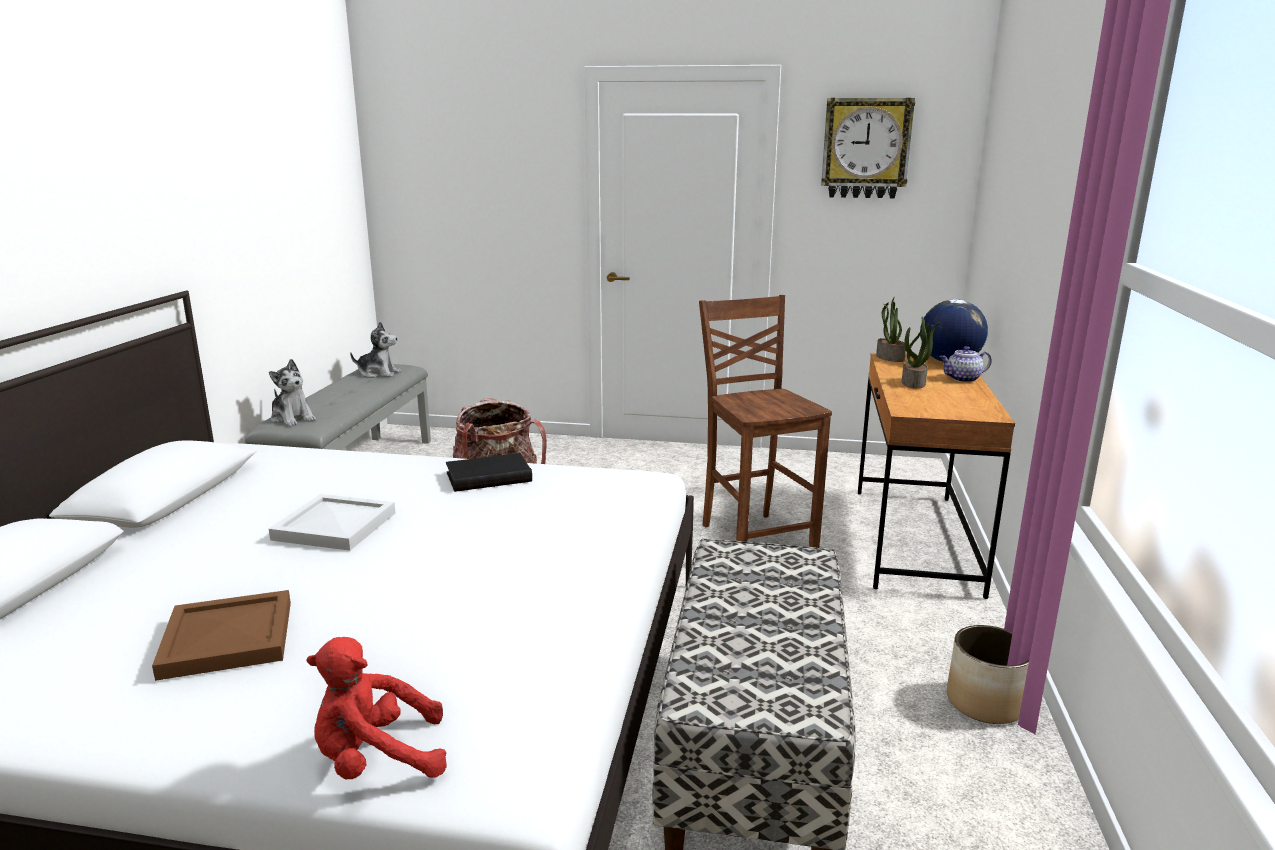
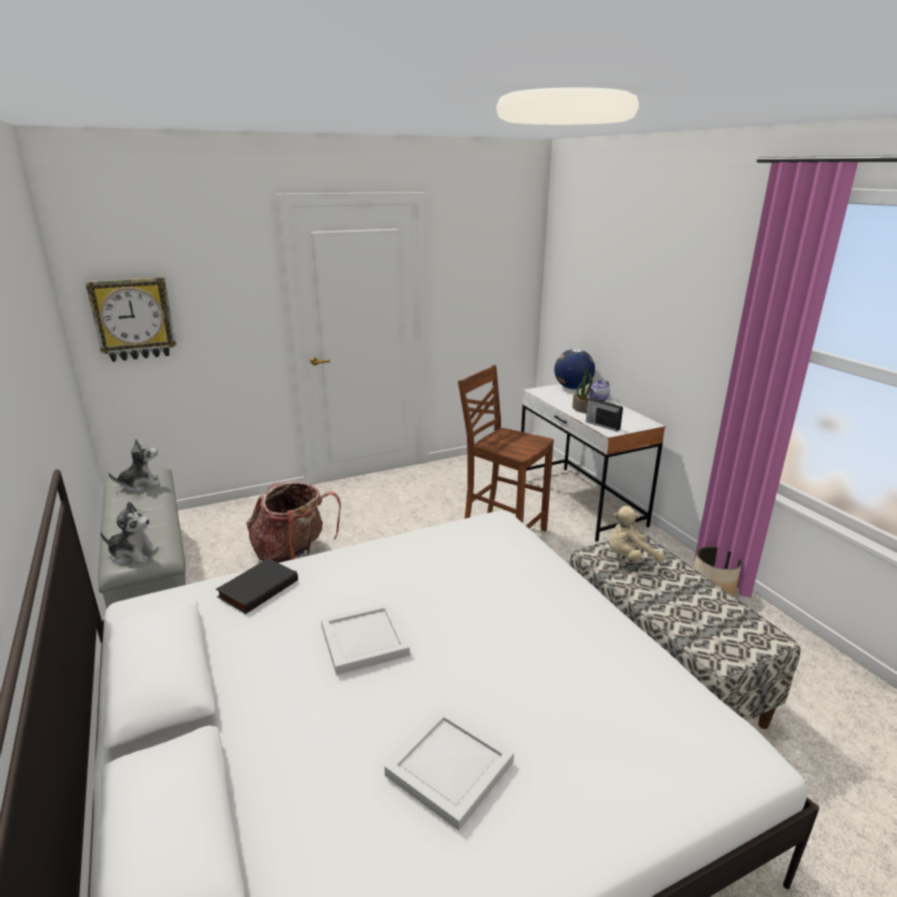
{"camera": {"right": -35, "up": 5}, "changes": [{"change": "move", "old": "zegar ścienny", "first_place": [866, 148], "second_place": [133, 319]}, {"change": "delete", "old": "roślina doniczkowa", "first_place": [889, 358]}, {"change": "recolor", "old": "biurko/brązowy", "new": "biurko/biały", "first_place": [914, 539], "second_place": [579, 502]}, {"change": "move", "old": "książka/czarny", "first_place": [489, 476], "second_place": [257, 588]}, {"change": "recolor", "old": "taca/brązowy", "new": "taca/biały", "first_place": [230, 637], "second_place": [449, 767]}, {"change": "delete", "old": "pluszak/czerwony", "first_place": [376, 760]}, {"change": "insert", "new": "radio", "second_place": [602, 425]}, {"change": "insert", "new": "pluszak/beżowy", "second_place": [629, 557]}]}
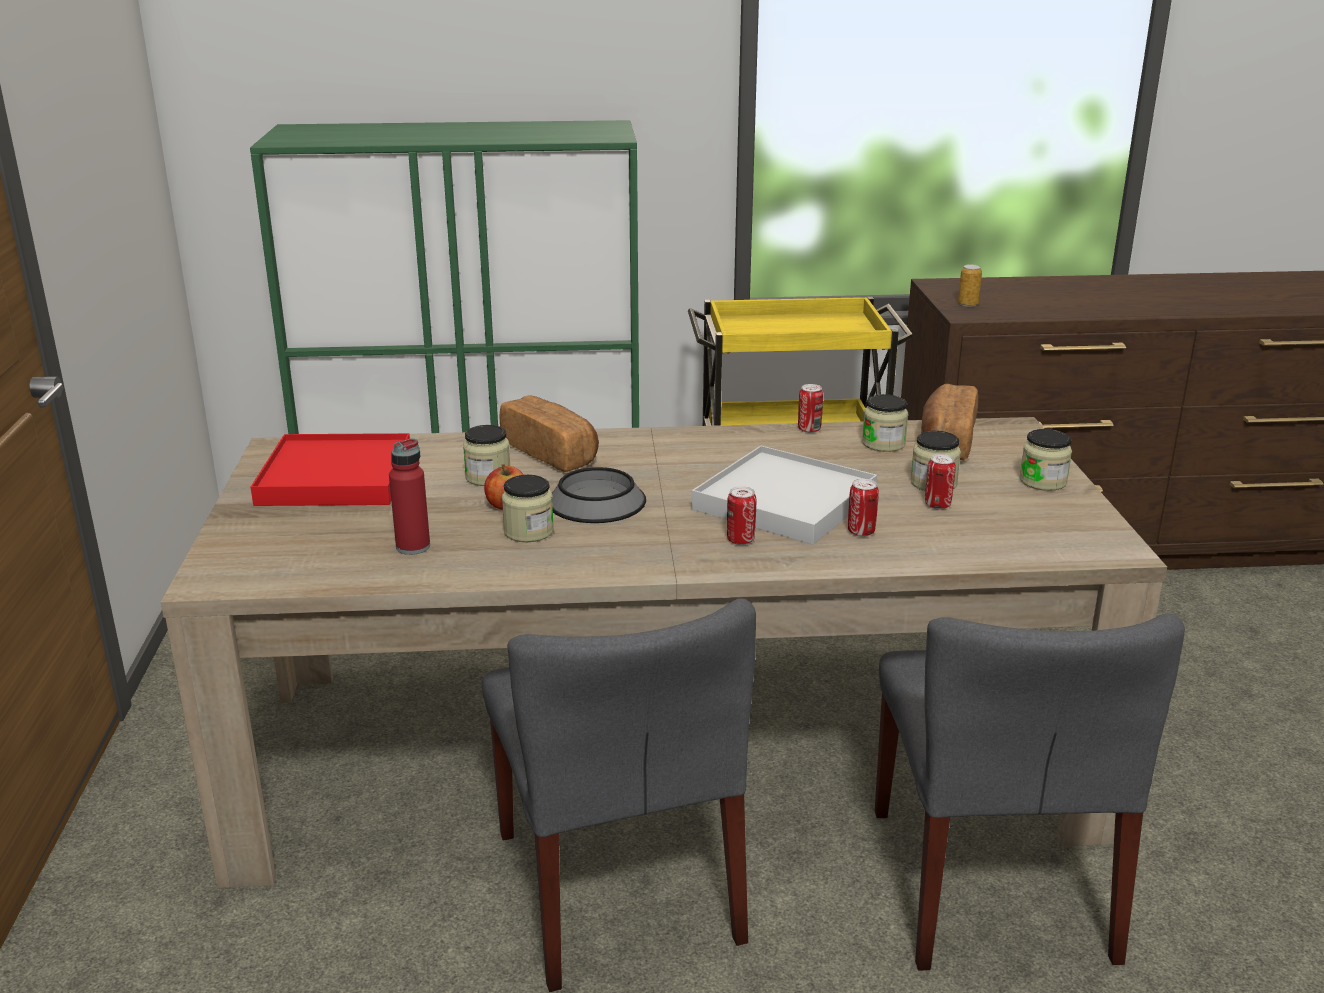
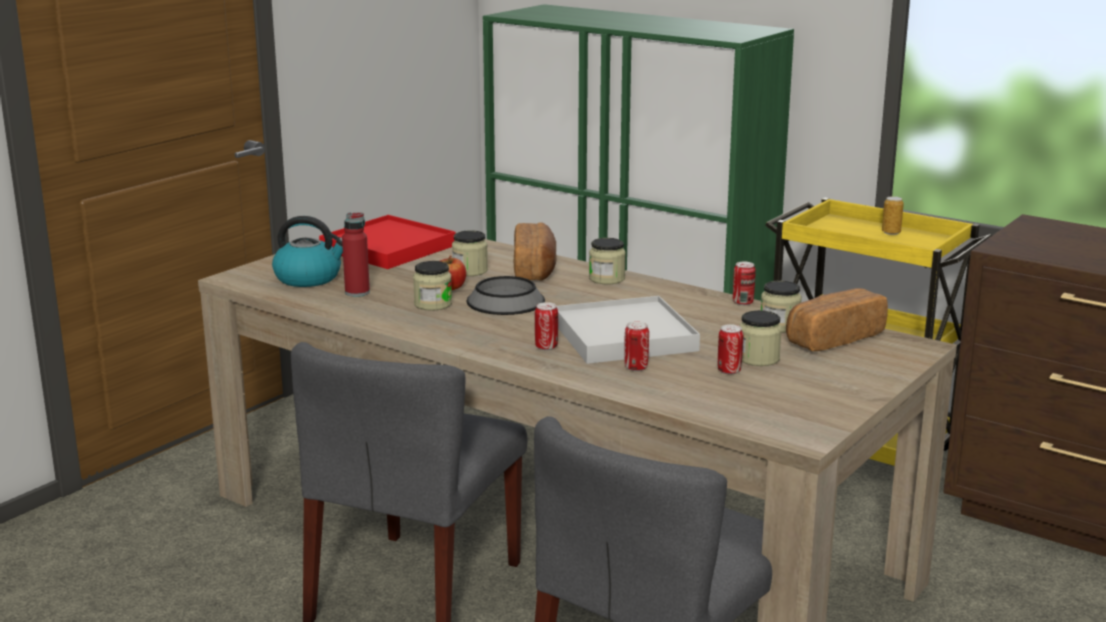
{"camera": {"right": 40, "up": -5}, "changes": [{"change": "move", "old": "puszka", "first_place": [968, 304], "second_place": [891, 232]}, {"change": "move", "old": "słoik", "first_place": [1043, 481], "second_place": [607, 279]}, {"change": "insert", "new": "czajnik", "second_place": [309, 278]}]}
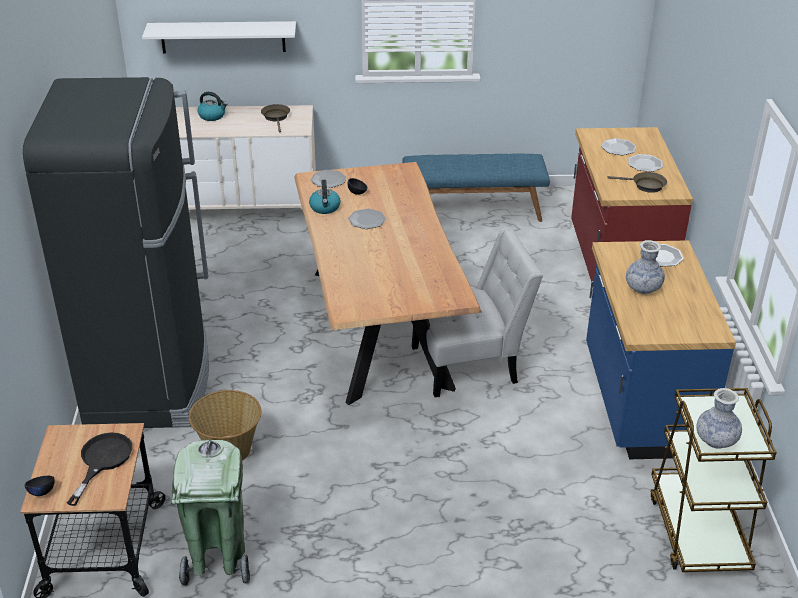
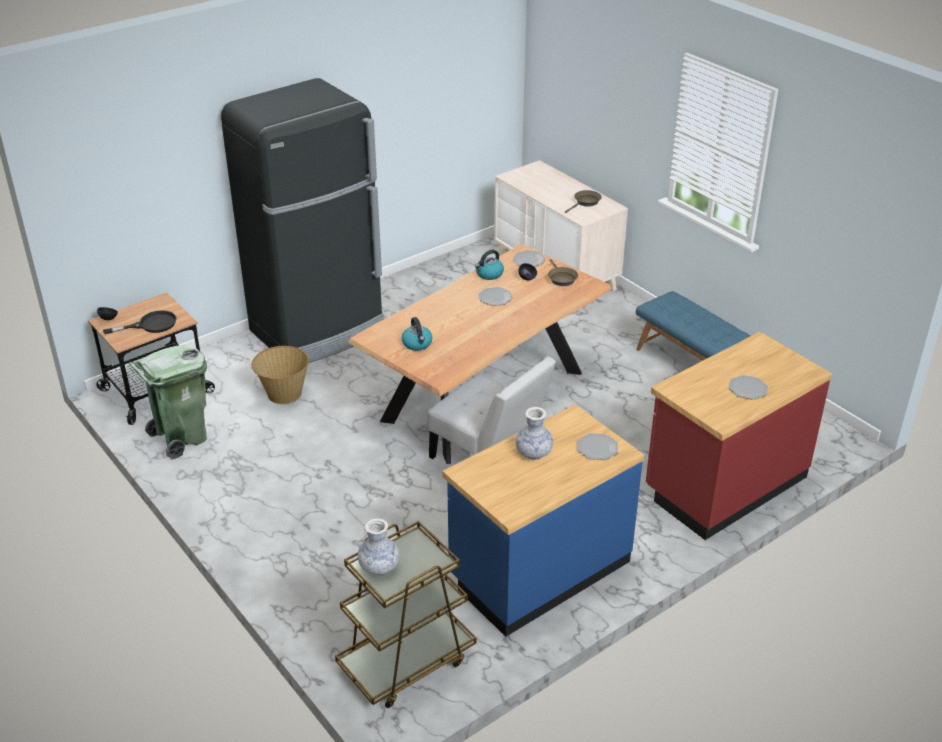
{"camera": {"right": 55, "up": 0}, "changes": [{"change": "delete", "old": "półka/biały", "first_place": [223, 37]}, {"change": "move", "old": "czajnik", "first_place": [212, 116], "second_place": [417, 344]}, {"change": "delete", "old": "talerz", "first_place": [618, 148]}, {"change": "move", "old": "patelnia/brązowy", "first_place": [645, 186], "second_place": [561, 278]}]}
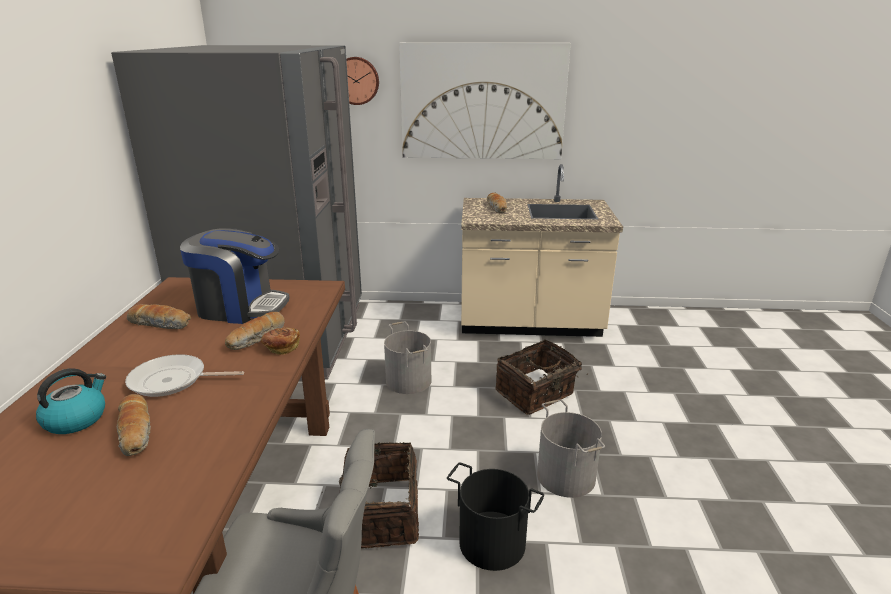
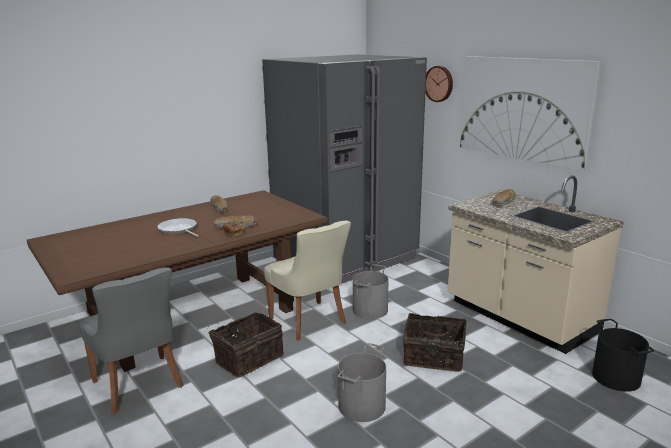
{"camera": {"right": 50, "up": -5}, "changes": [{"change": "delete", "old": "ekspres do kawy", "first_place": [240, 307]}, {"change": "delete", "old": "czajnik", "first_place": [76, 419]}, {"change": "delete", "old": "chleb", "first_place": [137, 432]}, {"change": "move", "old": "wiadro/czarny", "first_place": [492, 542], "second_place": [616, 377]}, {"change": "insert", "new": "krzesło/beżowy", "second_place": [309, 321]}]}
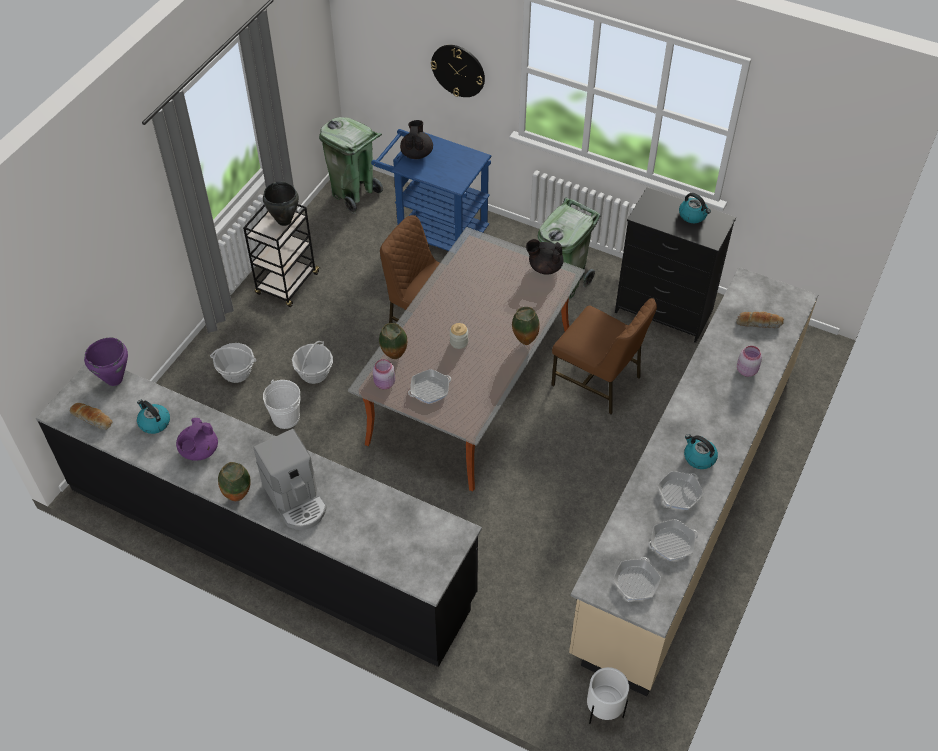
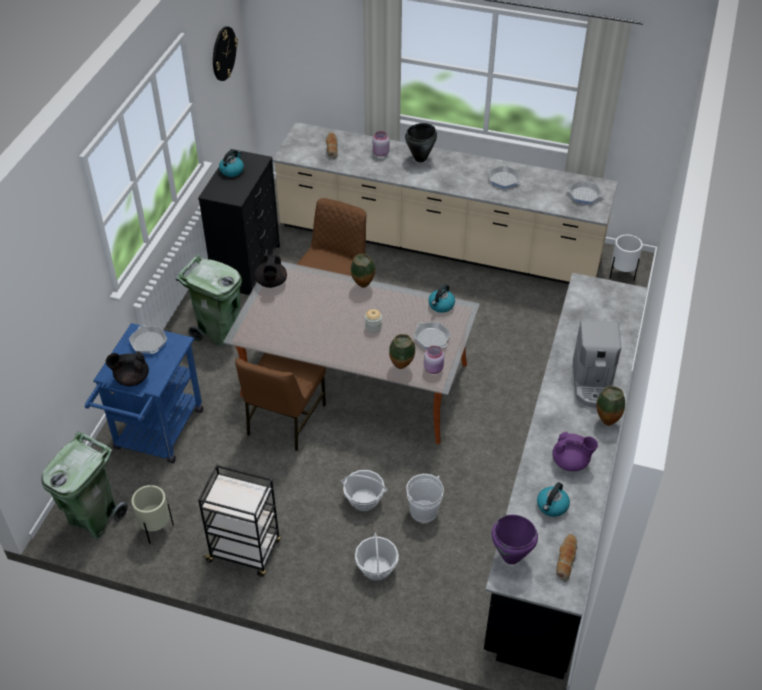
{"camera": {"right": -100, "up": -5}, "changes": [{"change": "move", "old": "zegar ścienny", "first_place": [458, 70], "second_place": [223, 53]}, {"change": "move", "old": "garnek/czarny", "first_place": [284, 221], "second_place": [420, 158]}, {"change": "rotate", "old": "ekspres do kawy", "first_place": [296, 499], "second_place": [593, 383], "degrees": 135}, {"change": "move", "old": "czajnik", "first_place": [699, 457], "second_place": [441, 305]}, {"change": "move", "old": "patelnia", "first_place": [672, 543], "second_place": [148, 342]}, {"change": "insert", "new": "donica/beżowy", "second_place": [156, 529]}]}
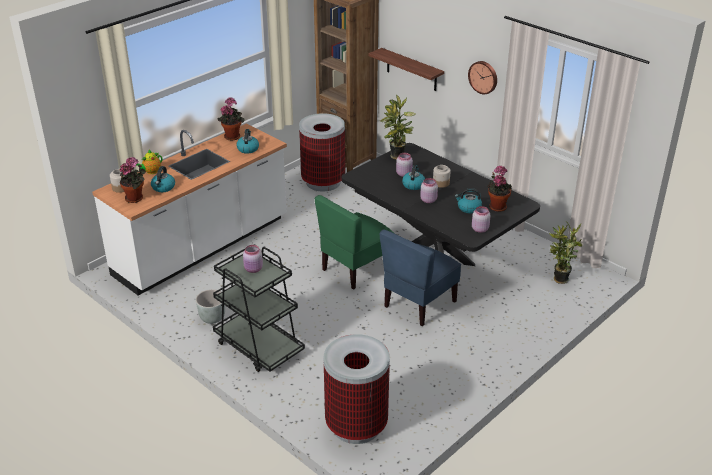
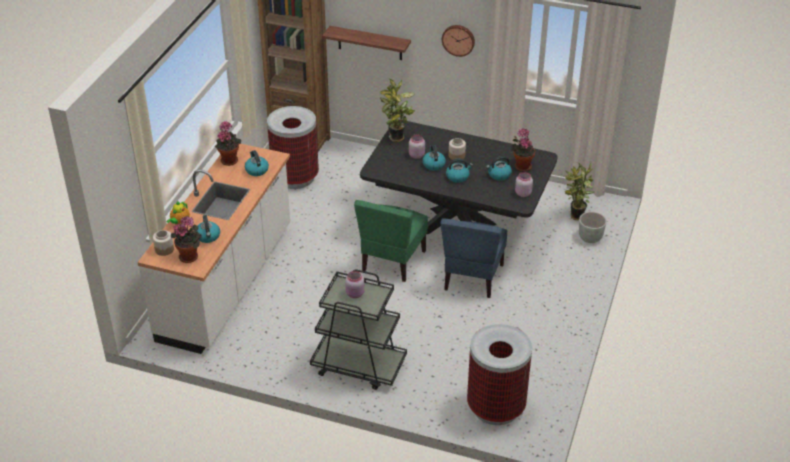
{"camera": {"right": -25, "up": 5}, "changes": [{"change": "replace", "old": "słoik/różowy", "new": "czajnik", "first_place": [428, 200], "second_place": [458, 176]}, {"change": "move", "old": "donica/szary", "first_place": [212, 318], "second_place": [589, 238]}]}
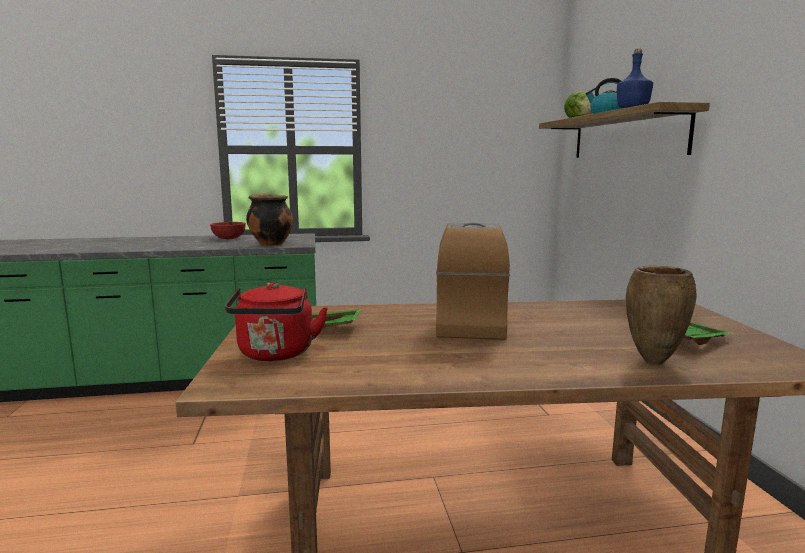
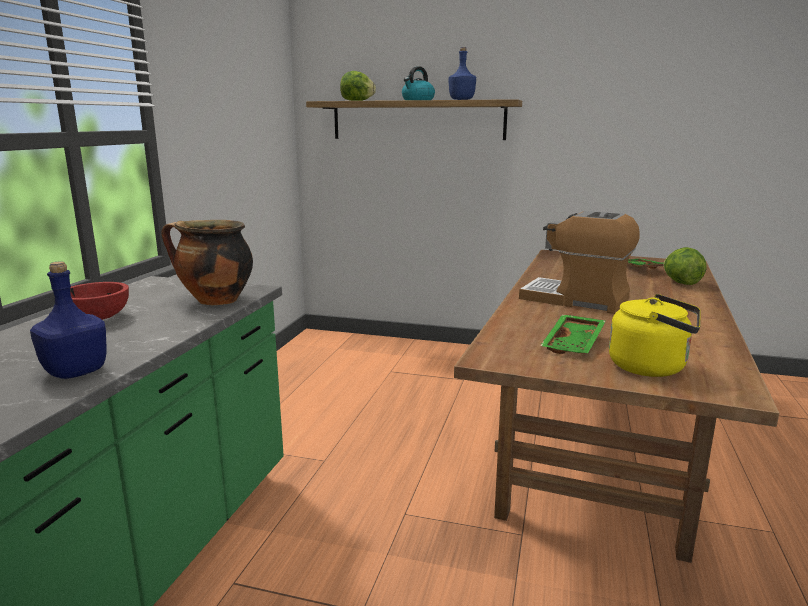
{"camera": {"right": -65, "up": 5}, "changes": [{"change": "replace", "old": "wazon/brązowy", "new": "sałata", "first_place": [651, 362], "second_place": [681, 283]}, {"change": "recolor", "old": "czajnik/czerwony", "new": "czajnik/żółty", "first_place": [276, 354], "second_place": [652, 367]}, {"change": "insert", "new": "butelka/niebieski", "second_place": [76, 372]}]}
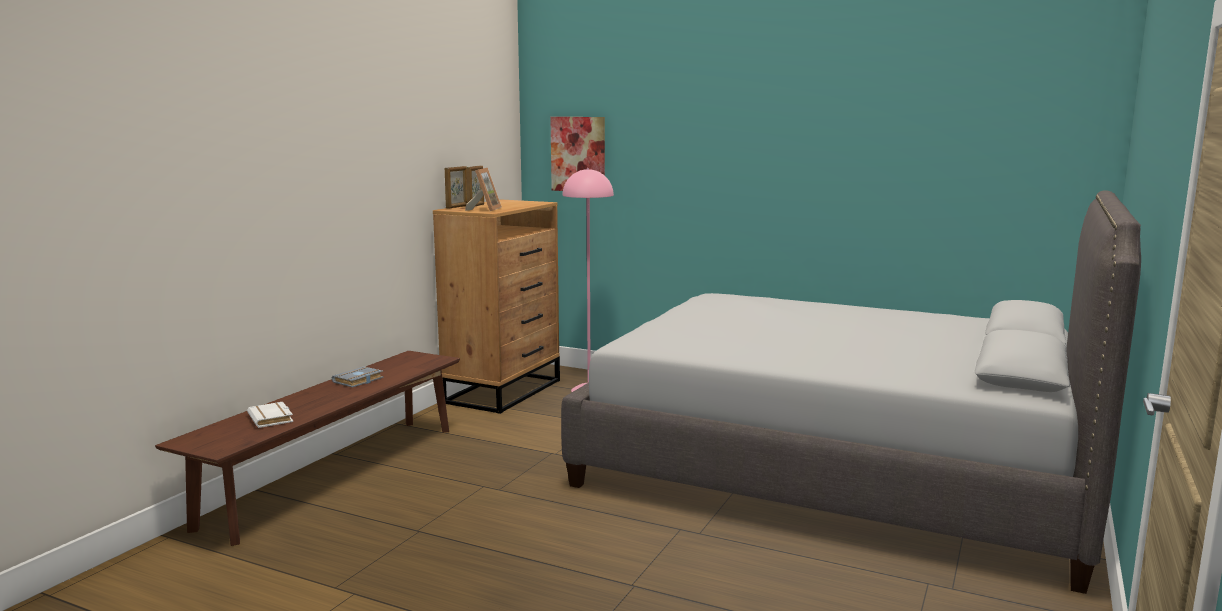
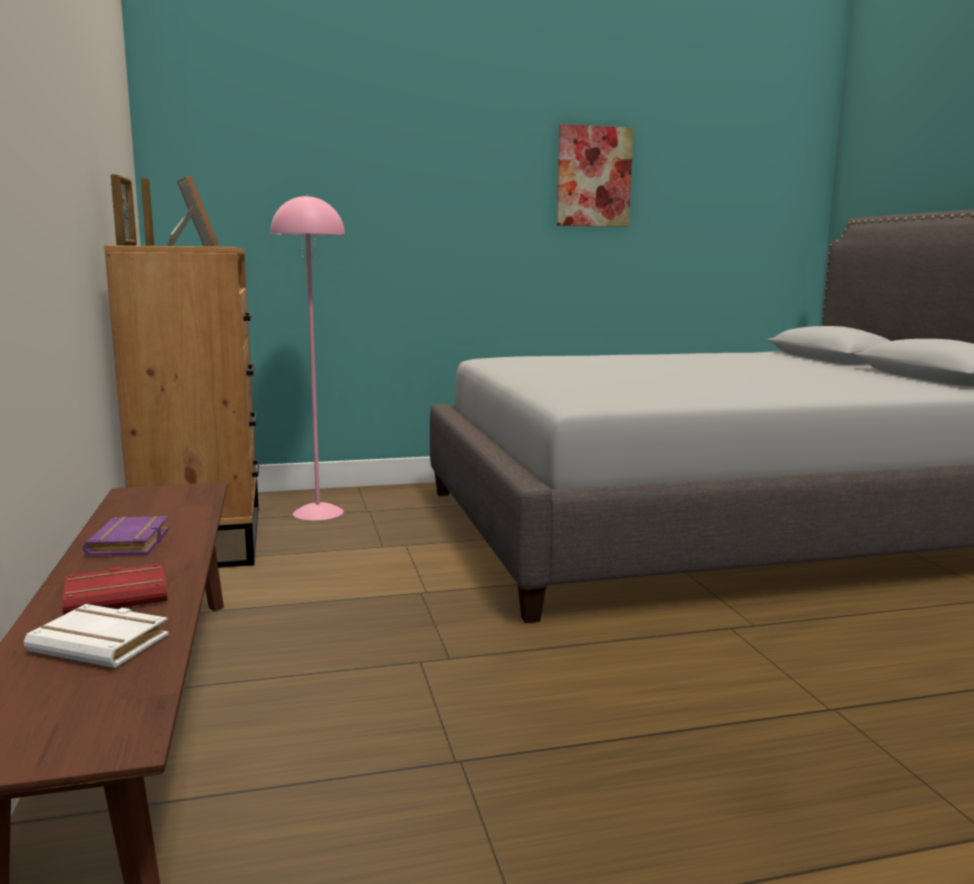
{"camera": {"right": -40, "up": 0}, "changes": [{"change": "move", "old": "obraz", "first_place": [578, 154], "second_place": [593, 177]}, {"change": "recolor", "old": "książka/szary", "new": "książka/fioletowy", "first_place": [358, 381], "second_place": [131, 543]}, {"change": "insert", "new": "książka/czerwony", "second_place": [119, 596]}]}
